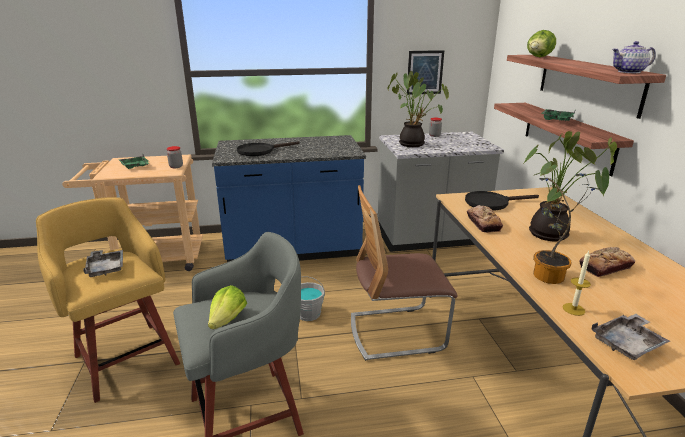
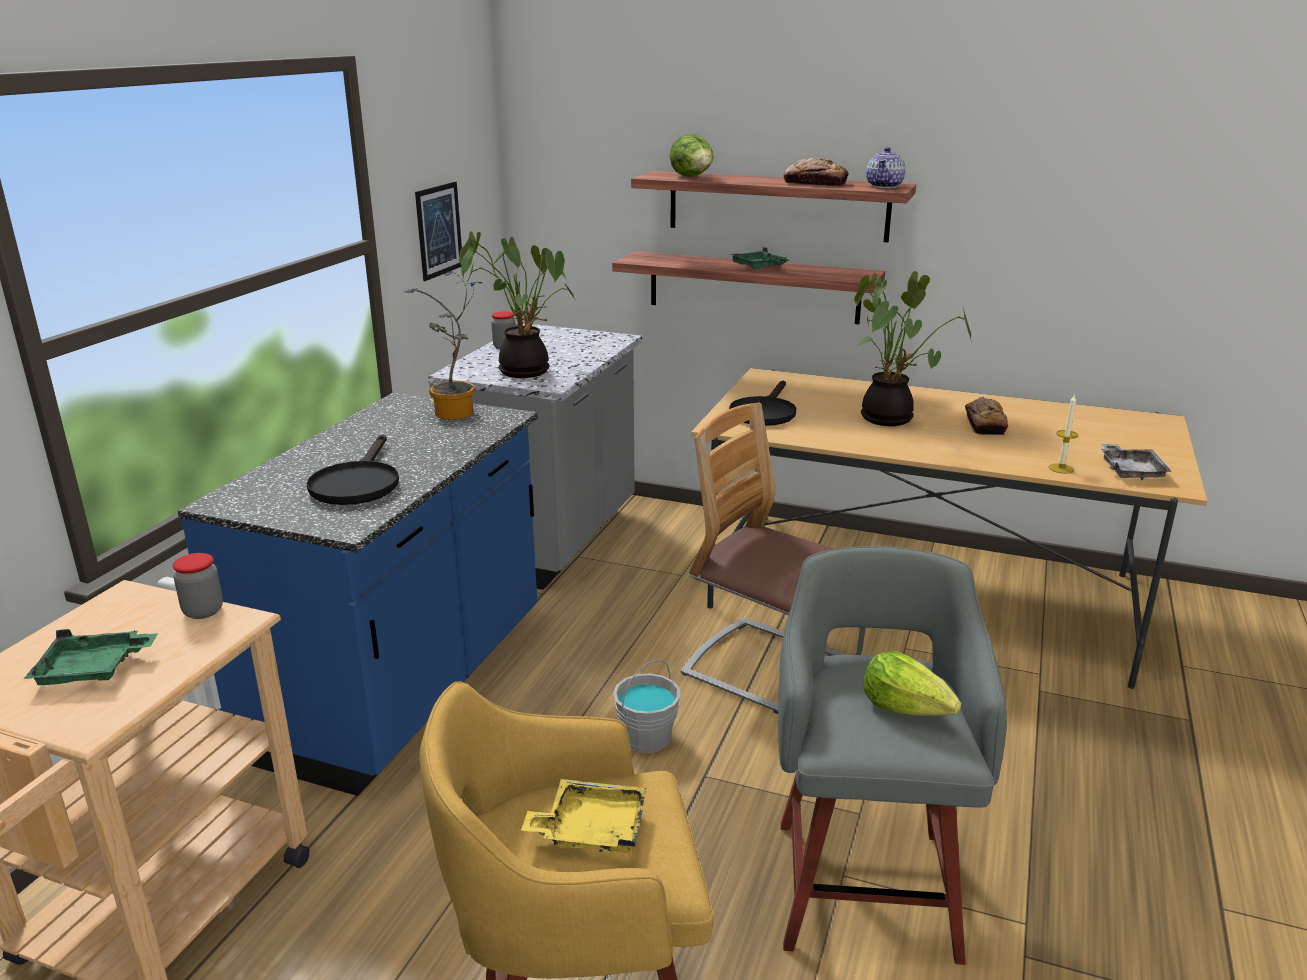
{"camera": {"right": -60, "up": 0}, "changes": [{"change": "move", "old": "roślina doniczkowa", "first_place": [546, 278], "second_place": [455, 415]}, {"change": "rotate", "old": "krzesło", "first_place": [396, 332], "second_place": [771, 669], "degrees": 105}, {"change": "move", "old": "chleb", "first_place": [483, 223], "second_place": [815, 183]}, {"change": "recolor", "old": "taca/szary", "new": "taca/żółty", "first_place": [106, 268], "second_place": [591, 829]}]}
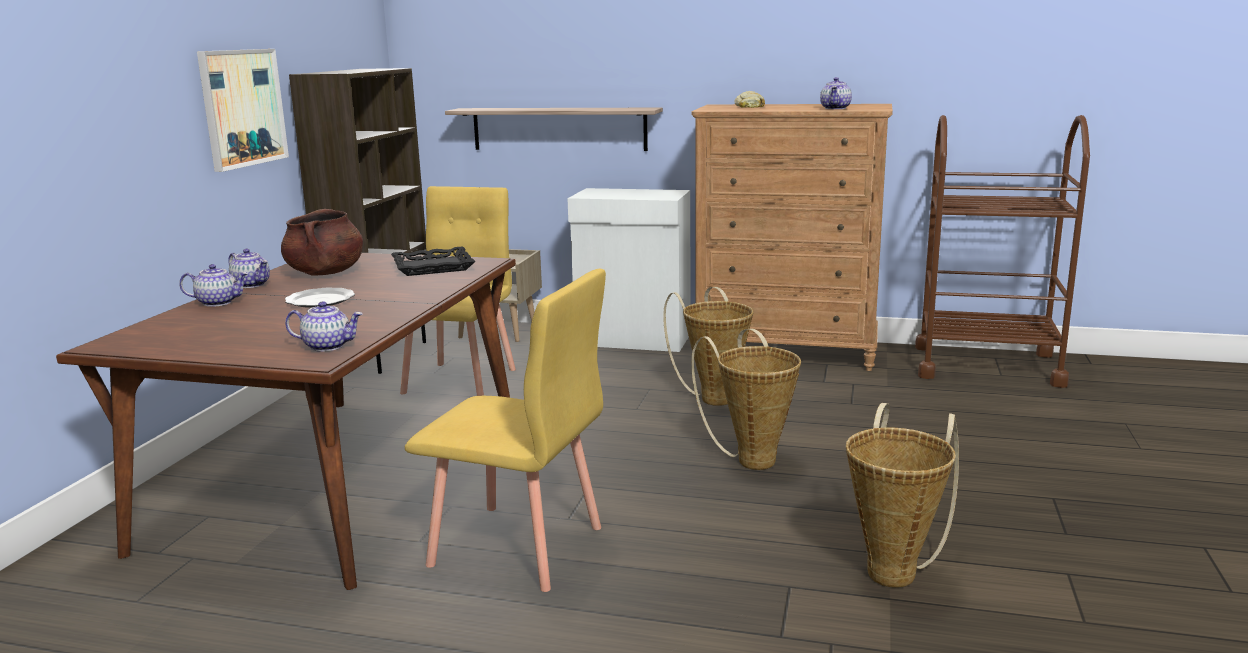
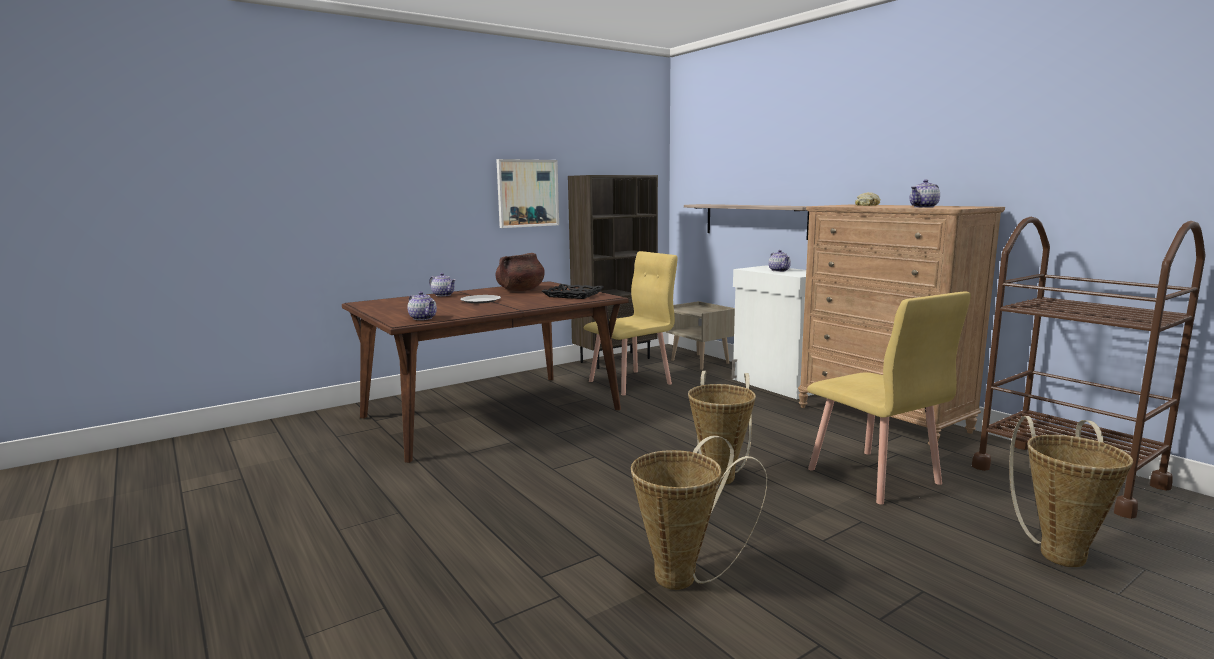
{"camera": {"right": 40, "up": -5}, "changes": [{"change": "move", "old": "imbryk", "first_place": [252, 284], "second_place": [779, 270]}, {"change": "move", "old": "krzesło/żółty", "first_place": [517, 547], "second_place": [873, 477]}, {"change": "move", "old": "koszyk", "first_place": [713, 397], "second_place": [1059, 552]}]}
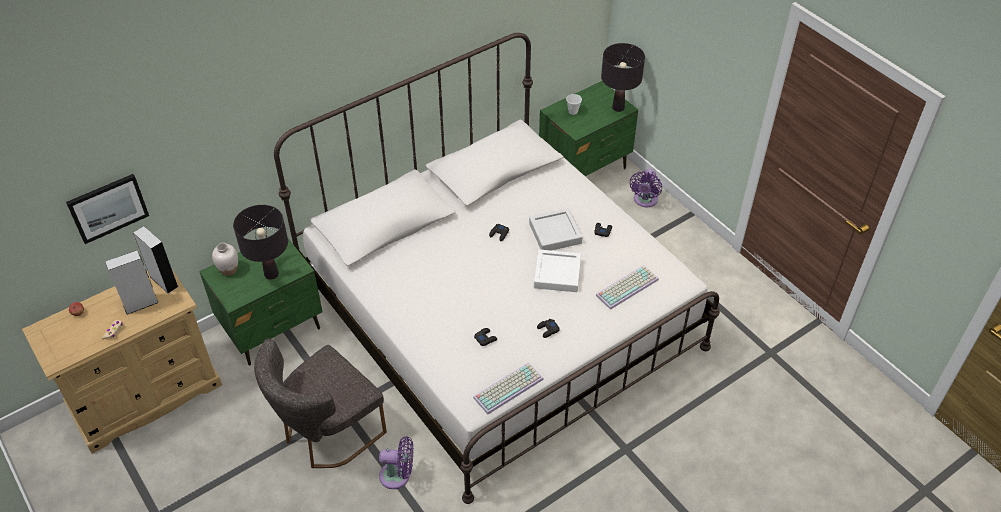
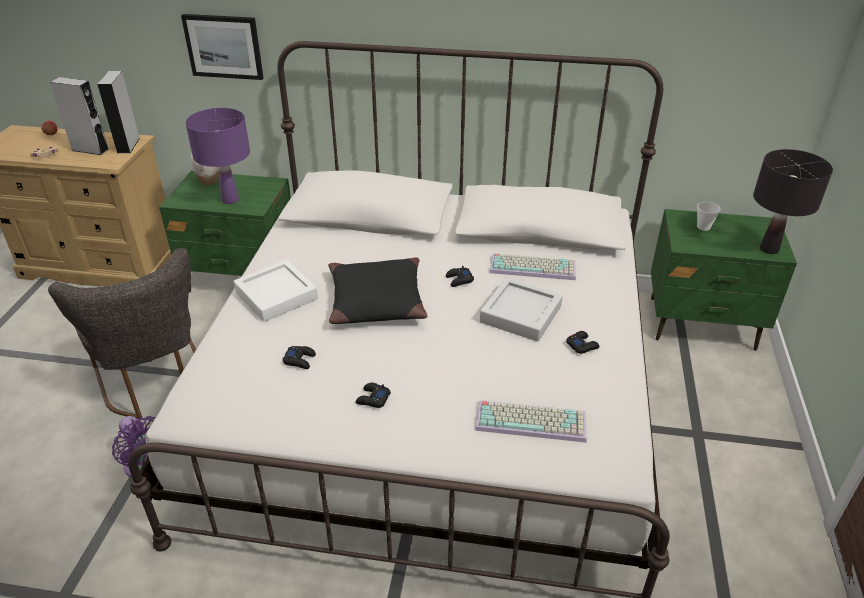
{"camera": {"right": 45, "up": -10}, "changes": [{"change": "delete", "old": "wentylator/fioletowy", "first_place": [644, 200]}, {"change": "move", "old": "obraz", "first_place": [108, 207], "second_place": [224, 46]}, {"change": "recolor", "old": "lampa stołowa/czarny", "new": "lampa stołowa/fioletowy", "first_place": [271, 274], "second_place": [230, 200]}, {"change": "move", "old": "taca/biały", "first_place": [557, 274], "second_place": [276, 295]}, {"change": "rotate", "old": "krzesło/szary", "first_place": [327, 434], "second_place": [155, 383], "degrees": -120}, {"change": "move", "old": "klawiatura", "first_place": [508, 387], "second_place": [534, 267]}, {"change": "insert", "new": "poduszka/czarny", "second_place": [376, 301]}]}
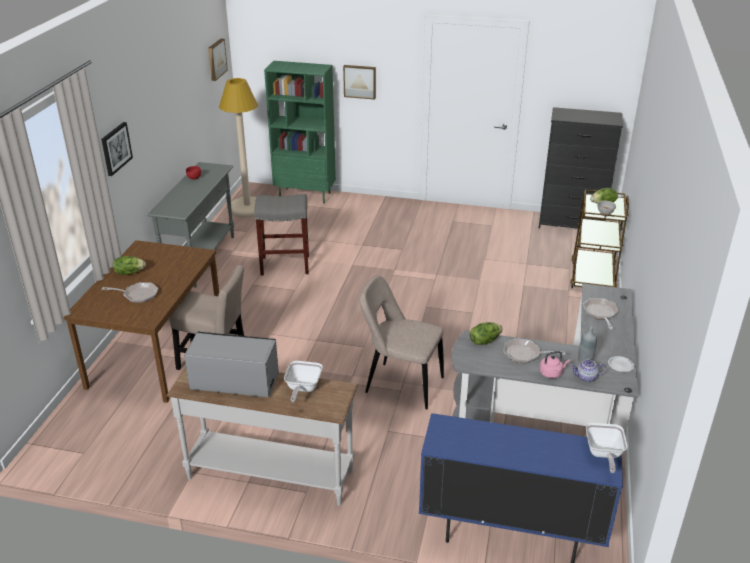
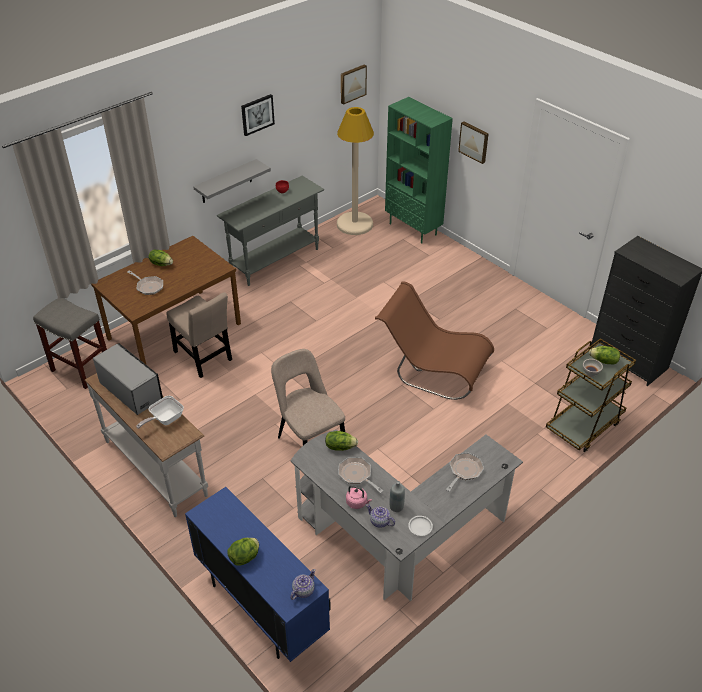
{"camera": {"right": 35, "up": 10}, "changes": [{"change": "move", "old": "obraz", "first_place": [115, 148], "second_place": [257, 114]}, {"change": "move", "old": "stołek/szary", "first_place": [286, 265], "second_place": [82, 369]}, {"change": "replace", "old": "patelnia", "new": "imbryk", "first_place": [603, 454], "second_place": [303, 590]}, {"change": "insert", "new": "półka/szary", "second_place": [226, 182]}, {"change": "insert", "new": "krzesło/brązowy", "second_place": [432, 370]}, {"change": "insert", "new": "sałata", "second_place": [245, 557]}]}
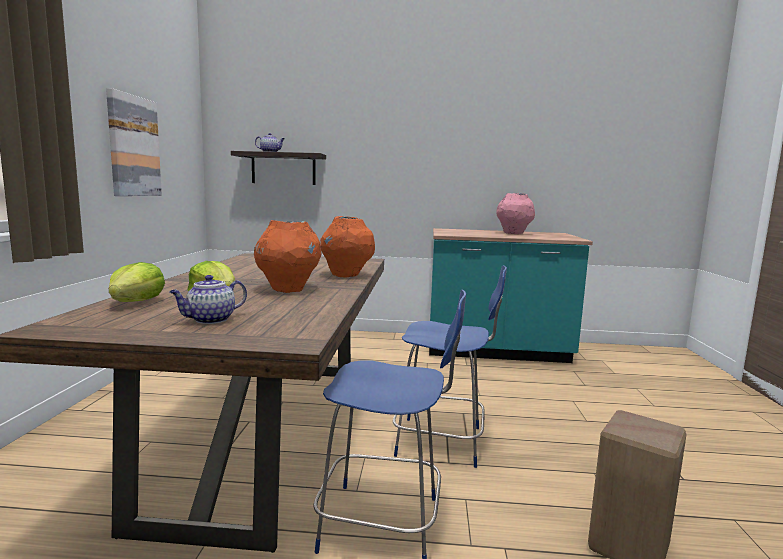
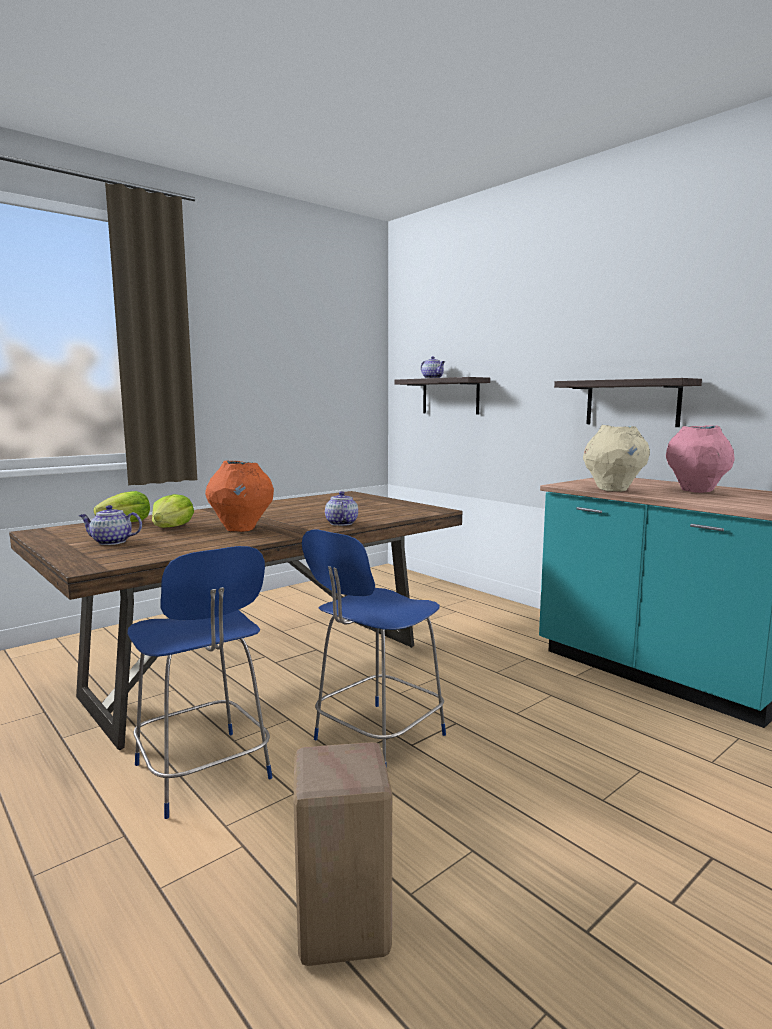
{"camera": {"right": 45, "up": 0}, "changes": [{"change": "delete", "old": "obraz", "first_place": [133, 146]}, {"change": "replace", "old": "wazon/pomarańczowy", "new": "imbryk", "first_place": [346, 275], "second_place": [341, 523]}, {"change": "rotate", "old": "krzesło/niebieski", "first_place": [443, 442], "second_place": [376, 739], "degrees": 75}, {"change": "insert", "new": "półka", "second_place": [632, 403]}, {"change": "insert", "new": "wazon/beżowy", "second_place": [613, 490]}]}
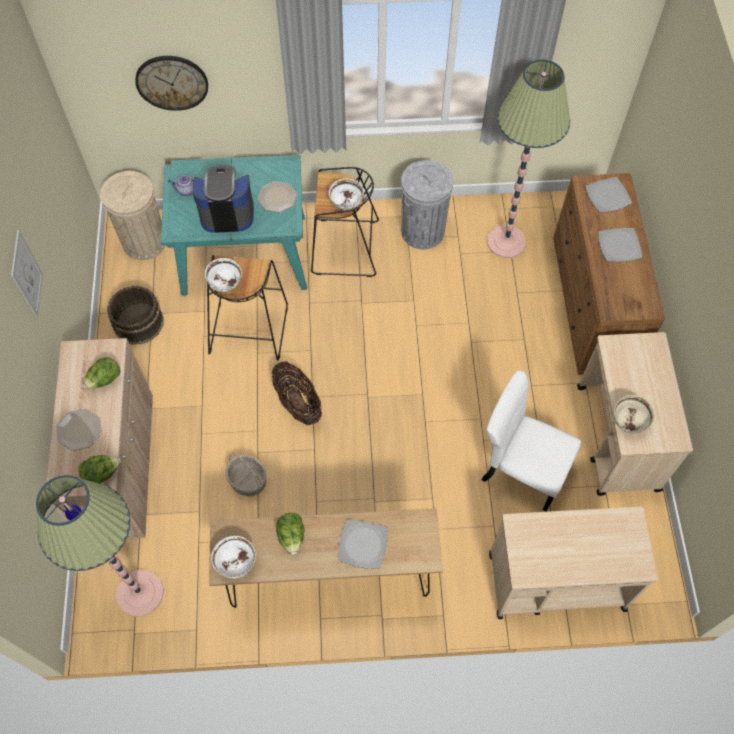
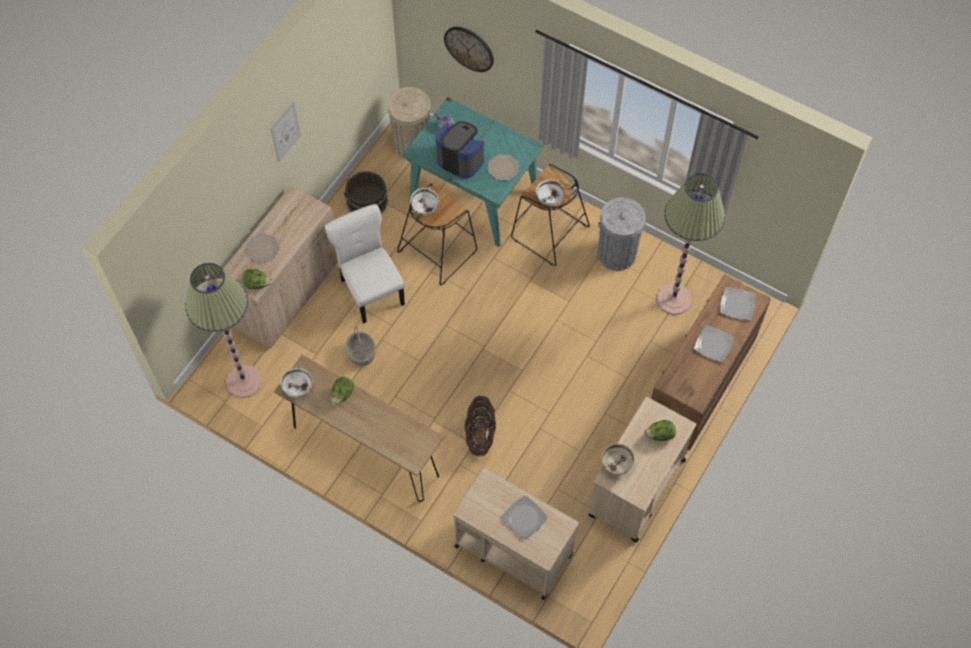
{"camera": {"right": 35, "up": 0}, "changes": [{"change": "move", "old": "sałata", "first_place": [105, 379], "second_place": [659, 435]}, {"change": "move", "old": "koszyk", "first_place": [298, 403], "second_place": [480, 434]}, {"change": "move", "old": "krzesło/biały", "first_place": [521, 470], "second_place": [371, 290]}, {"change": "move", "old": "talerz", "first_place": [363, 545], "second_place": [524, 518]}]}
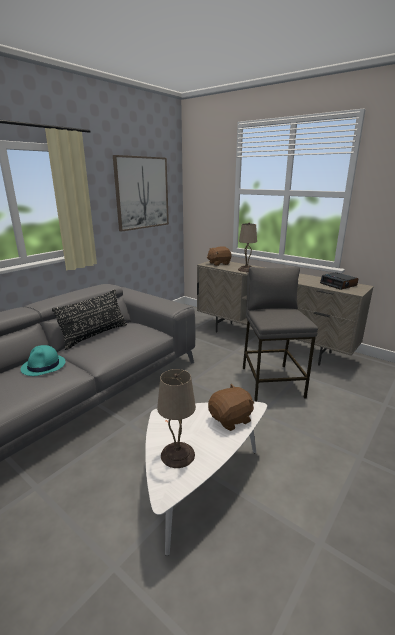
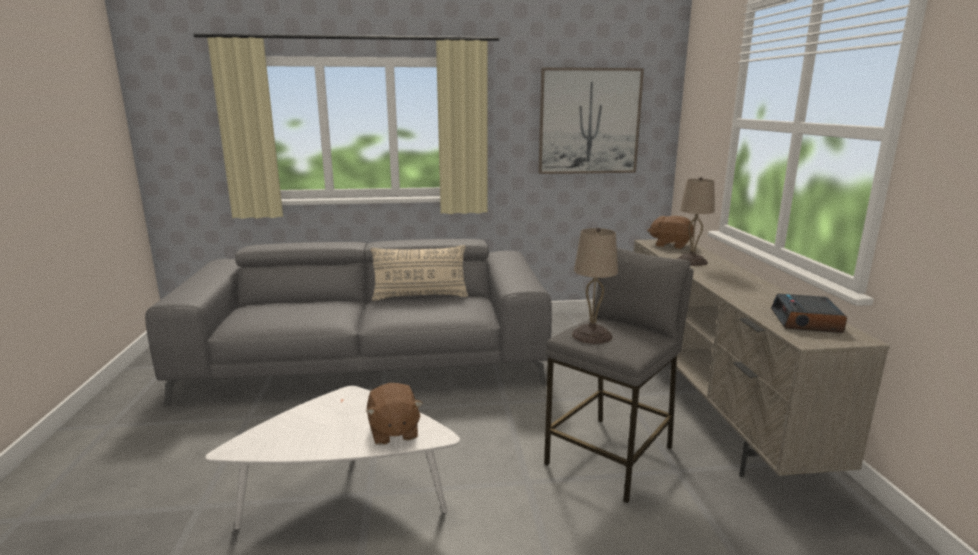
{"camera": {"right": 45, "up": -5}, "changes": [{"change": "recolor", "old": "poduszka/czarny", "new": "poduszka/beżowy", "first_place": [95, 335], "second_place": [420, 296]}, {"change": "delete", "old": "kapelusz/turkusowy", "first_place": [44, 366]}, {"change": "move", "old": "lampa stołowa/beżowy", "first_place": [178, 455], "second_place": [592, 336]}, {"change": "rotate", "old": "pluszak/brązowy", "first_place": [231, 419], "second_place": [393, 432], "degrees": 60}]}
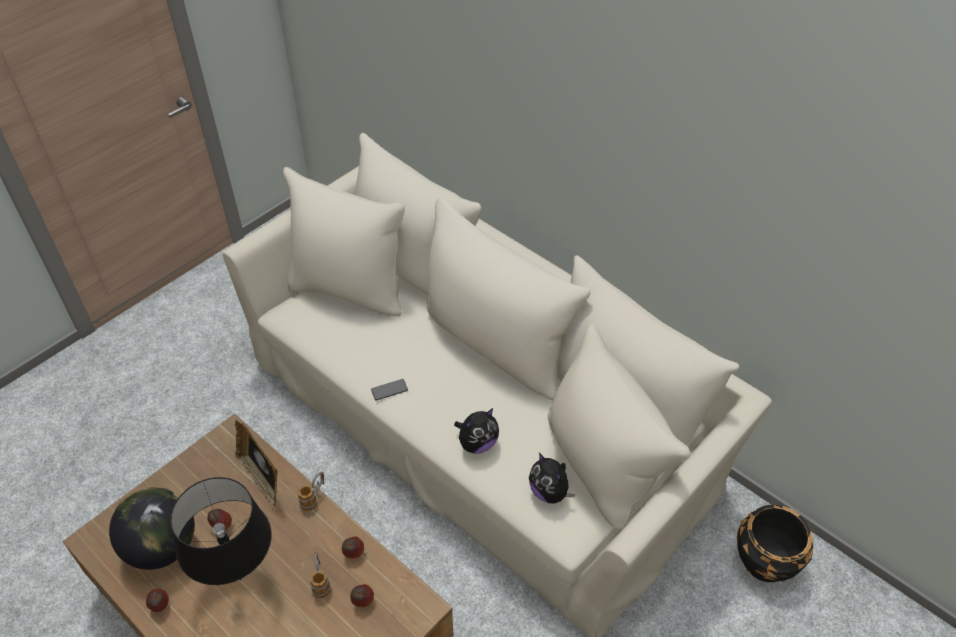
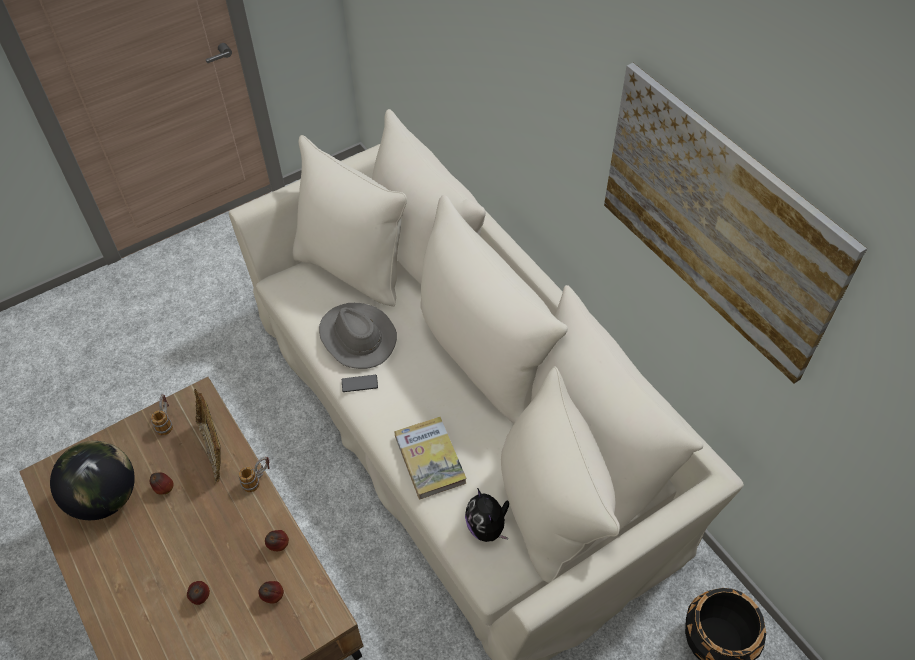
{"camera": {"right": 15, "up": 5}, "changes": [{"change": "replace", "old": "pluszak", "new": "książka", "first_place": [477, 443], "second_place": [430, 459]}, {"change": "delete", "old": "lampa stołowa/czarny", "first_place": [240, 579]}, {"change": "move", "old": "kubek", "first_place": [320, 581], "second_place": [166, 421]}, {"change": "move", "old": "jabłko", "first_place": [160, 606], "second_place": [201, 597]}, {"change": "insert", "new": "obraz", "second_place": [716, 221]}, {"change": "insert", "new": "kapelusz/szary", "second_place": [356, 337]}]}
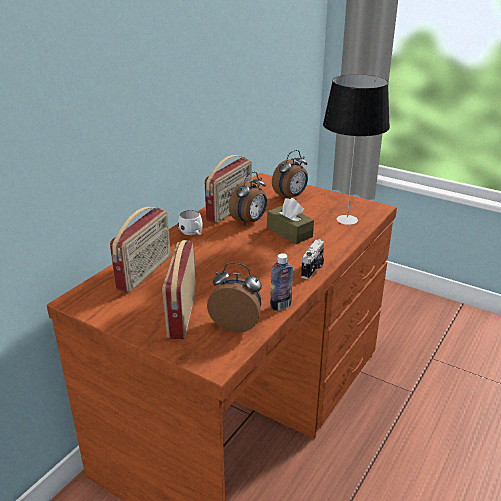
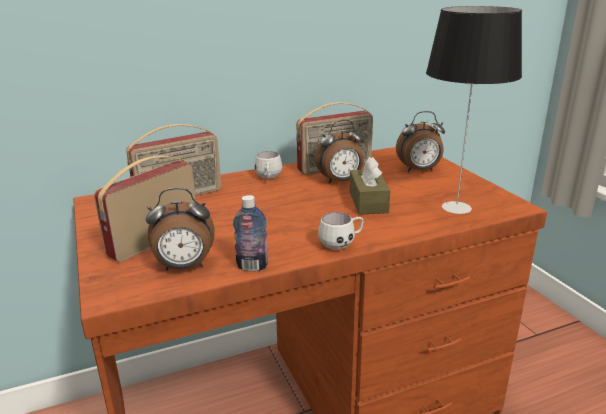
{"camera": {"right": 35, "up": -5}, "changes": [{"change": "replace", "old": "aparat fotograficzny", "new": "kubek/biały", "first_place": [313, 269], "second_place": [342, 244]}, {"change": "rotate", "old": "budzik", "first_place": [237, 324], "second_place": [184, 267], "degrees": 120}]}
